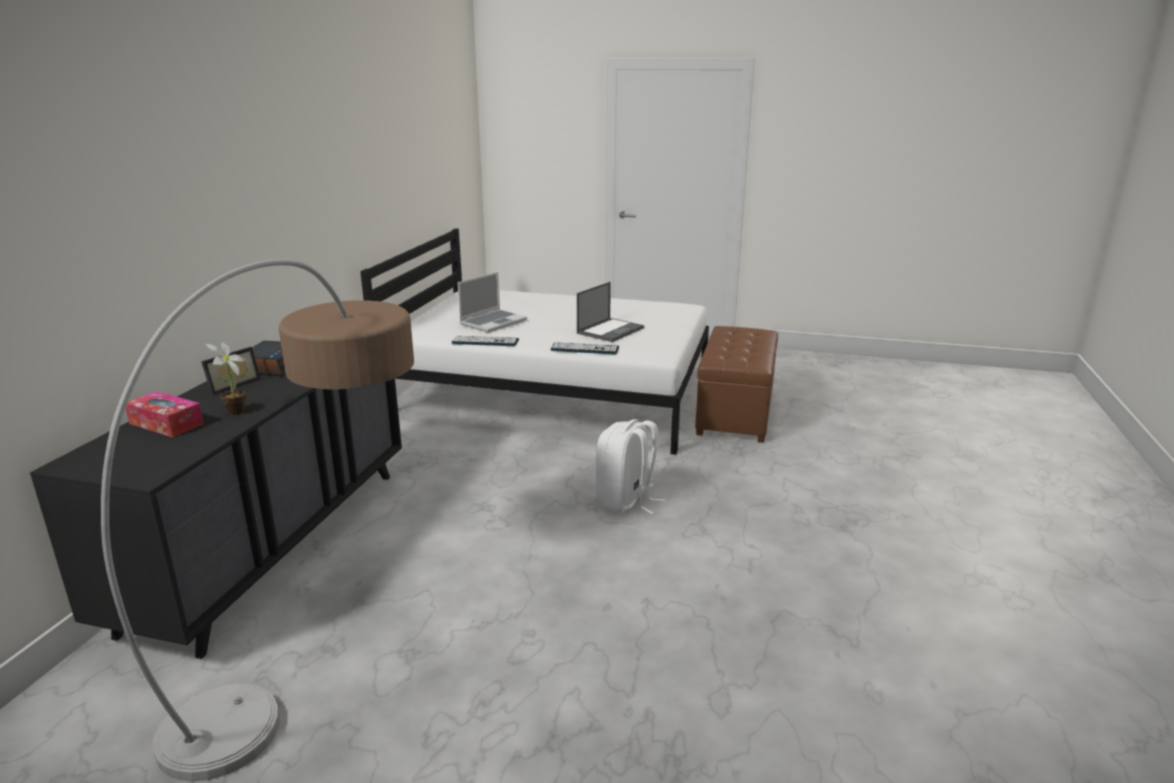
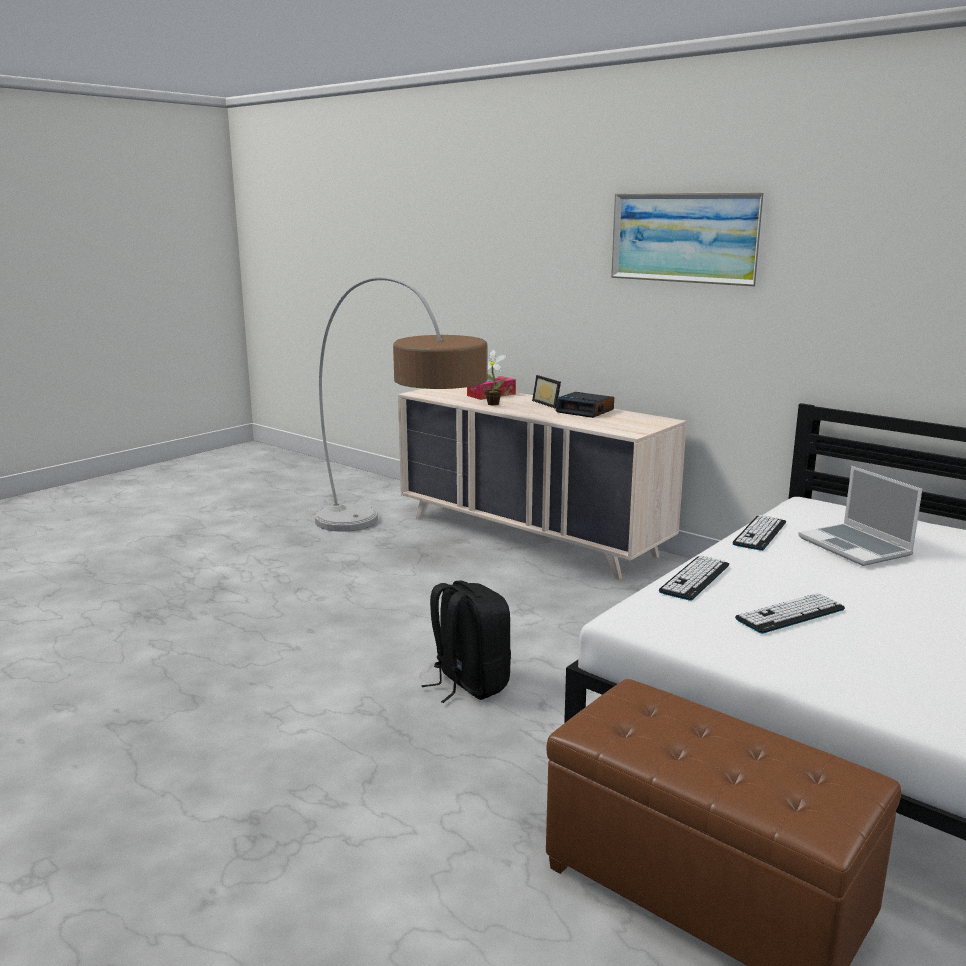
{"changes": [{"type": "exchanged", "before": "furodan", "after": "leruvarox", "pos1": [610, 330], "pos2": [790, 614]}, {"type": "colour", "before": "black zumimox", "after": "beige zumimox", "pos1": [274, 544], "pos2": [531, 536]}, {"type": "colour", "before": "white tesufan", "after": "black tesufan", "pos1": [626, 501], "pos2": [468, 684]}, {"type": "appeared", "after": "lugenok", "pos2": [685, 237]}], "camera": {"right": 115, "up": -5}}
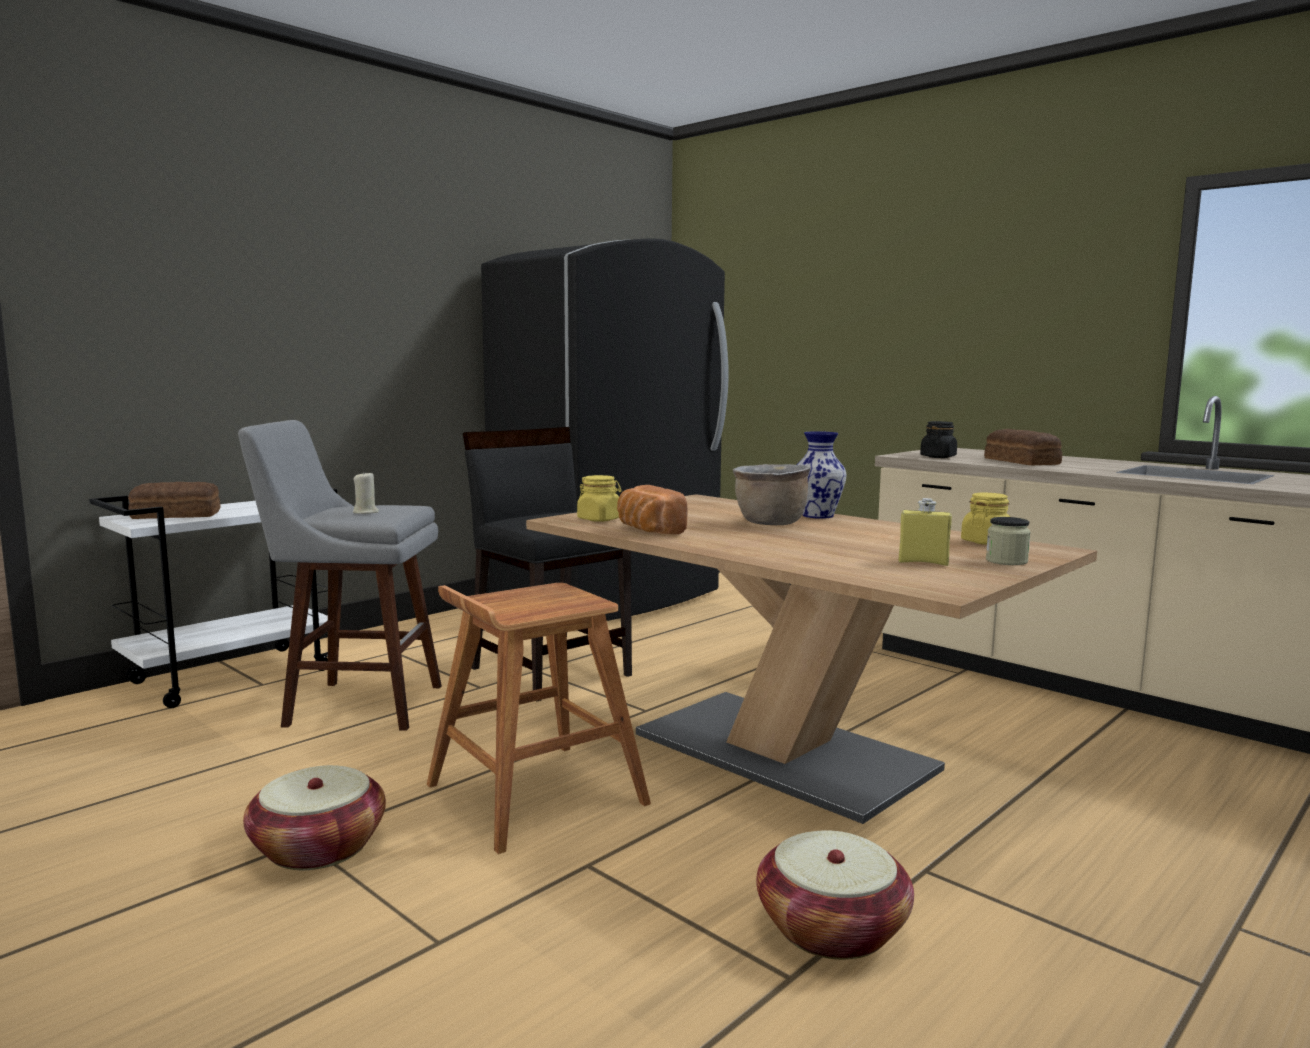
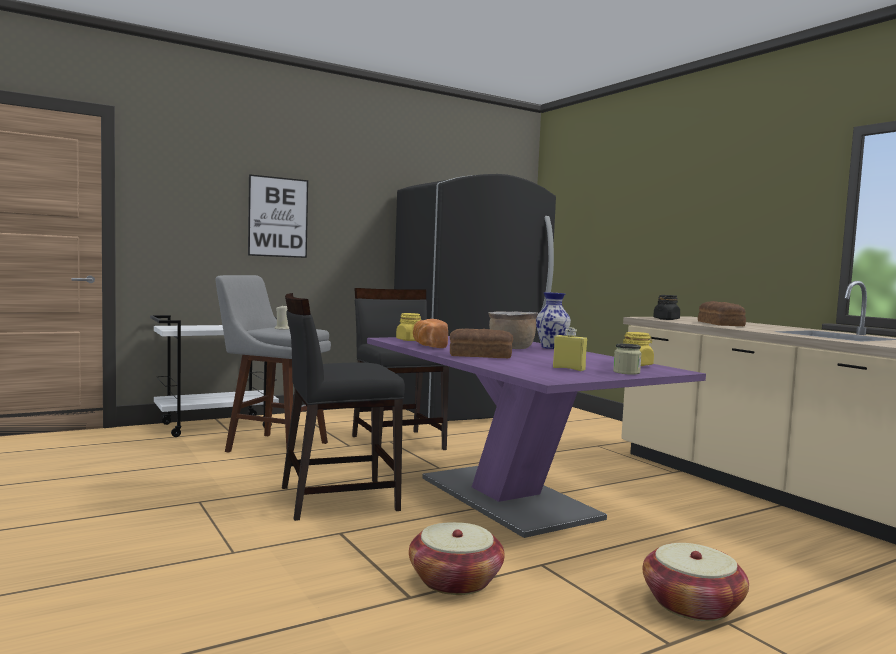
{"changes": [{"type": "relocated", "before": "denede", "pos1": [177, 515], "pos2": [481, 356]}, {"type": "colour", "before": "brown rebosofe", "after": "purple rebosofe", "pos1": [783, 751], "pos2": [507, 497]}, {"type": "exchanged", "before": "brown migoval", "after": "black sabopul", "pos1": [533, 794], "pos2": [337, 498]}, {"type": "relocated", "before": "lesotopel", "pos1": [318, 848], "pos2": [692, 605]}, {"type": "appeared", "after": "lugenok", "pos2": [278, 217]}], "camera": {"right": 15, "up": -5}}
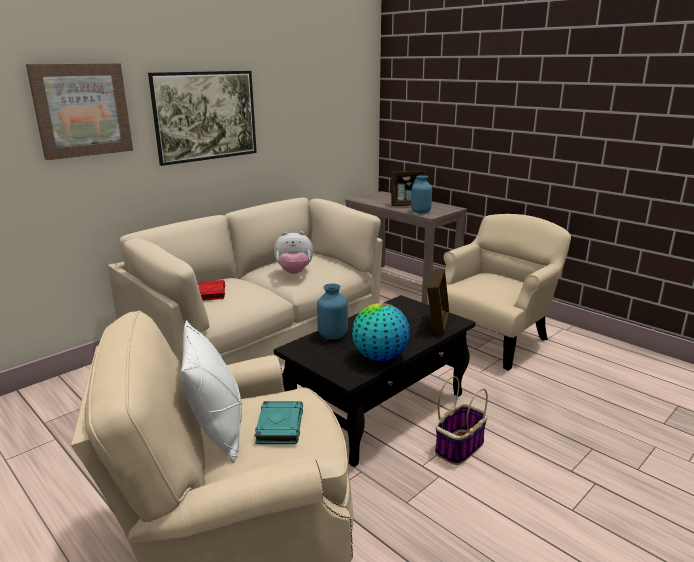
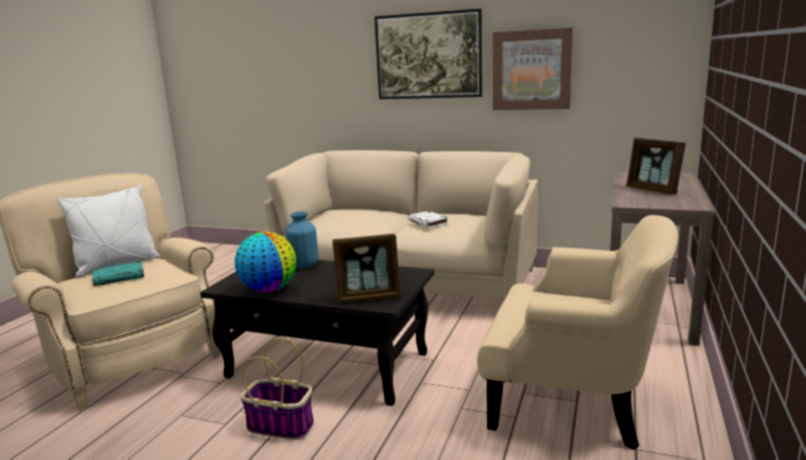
{"changes": [{"type": "relocated", "before": "lugenok", "pos1": [82, 110], "pos2": [531, 70]}, {"type": "missing", "before": "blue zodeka", "pos1": [420, 212]}, {"type": "exchanged", "before": "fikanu", "after": "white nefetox", "pos1": [294, 273], "pos2": [428, 222]}, {"type": "missing", "before": "red nefetox", "pos1": [211, 293]}], "camera": {"right": 65, "up": -5}}
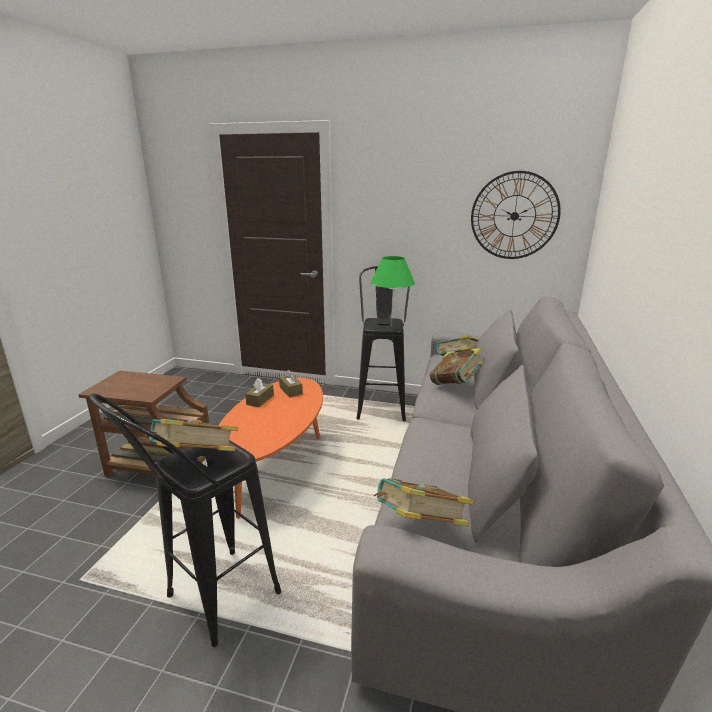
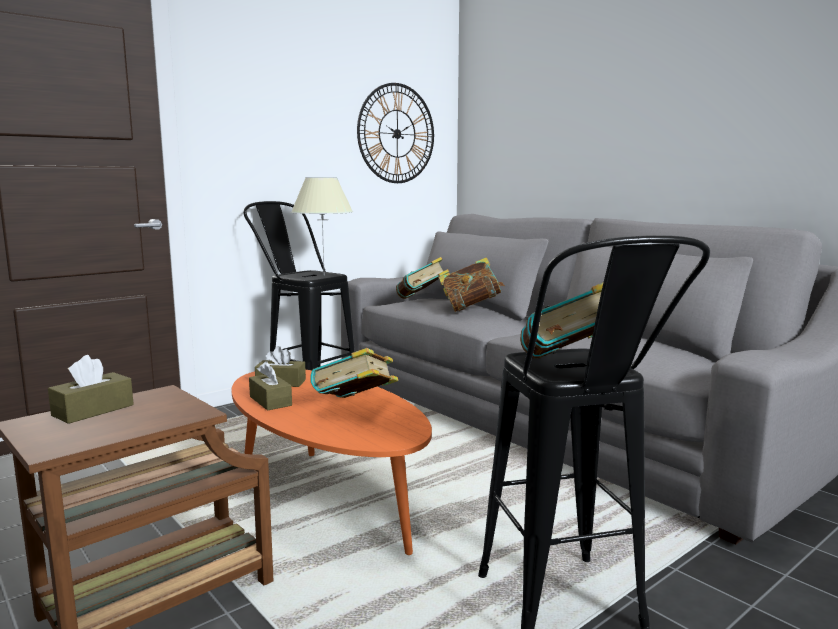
{"changes": [{"type": "colour", "before": "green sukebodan", "after": "beige sukebodan", "pos1": [391, 326], "pos2": [324, 275]}, {"type": "relocated", "before": "nefetox", "pos1": [419, 527], "pos2": [355, 406]}, {"type": "appeared", "after": "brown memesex", "pos2": [93, 410]}], "camera": {"right": -55, "up": -10}}
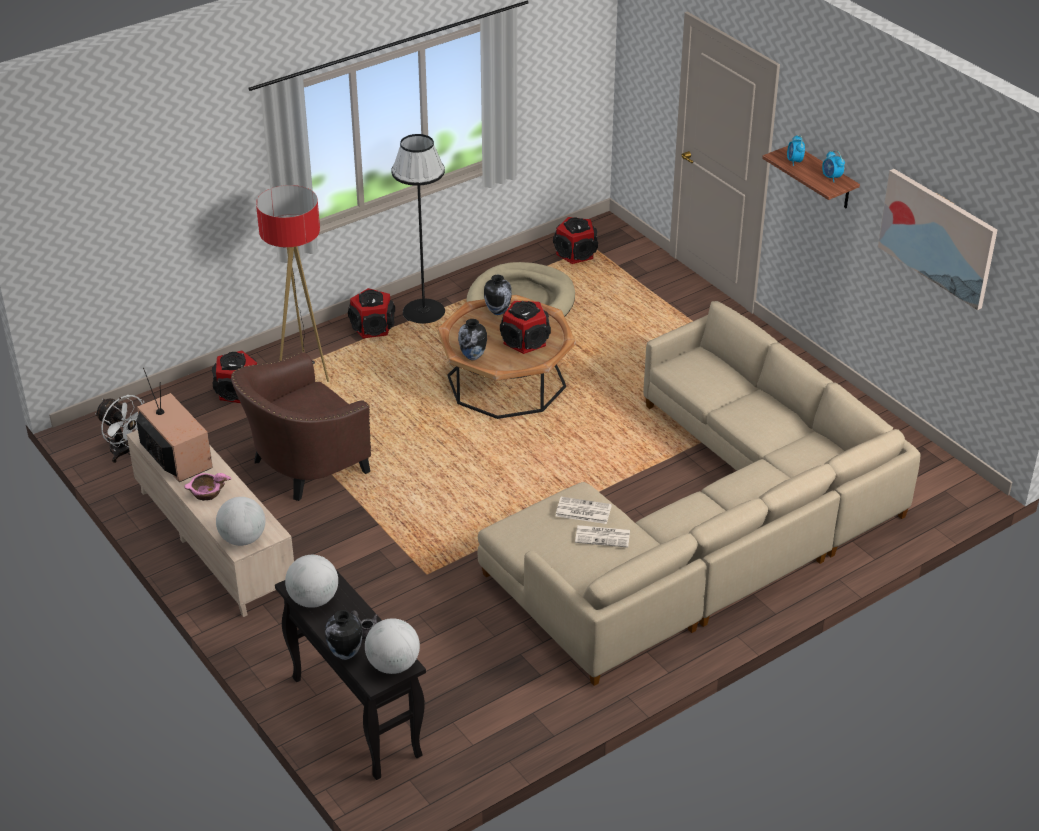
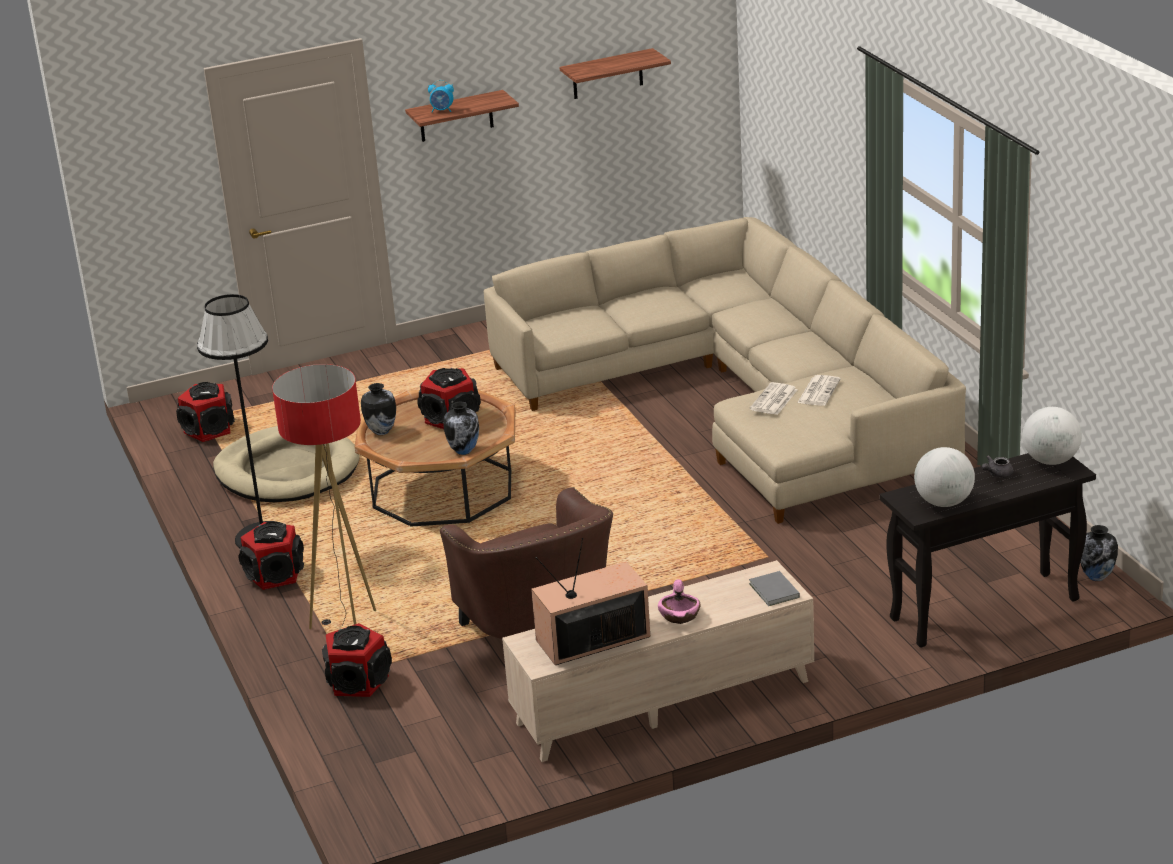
{"changes": [{"type": "missing", "before": "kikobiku", "pos1": [831, 177]}, {"type": "exchanged", "before": "lugenok", "after": "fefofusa", "pos1": [938, 237], "pos2": [607, 74]}, {"type": "missing", "before": "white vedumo", "pos1": [125, 452]}, {"type": "exchanged", "before": "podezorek", "after": "grey nefetox", "pos1": [242, 539], "pos2": [774, 591]}, {"type": "relocated", "before": "zodeka", "pos1": [345, 654], "pos2": [1097, 577]}], "camera": {"right": -75, "up": -10}}
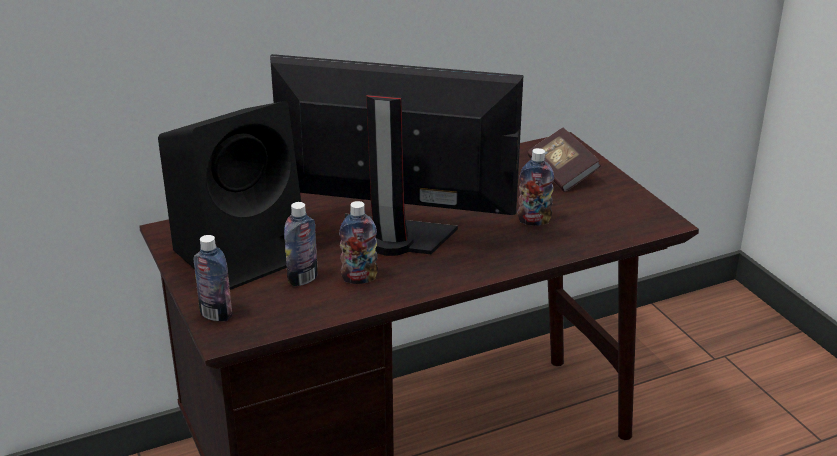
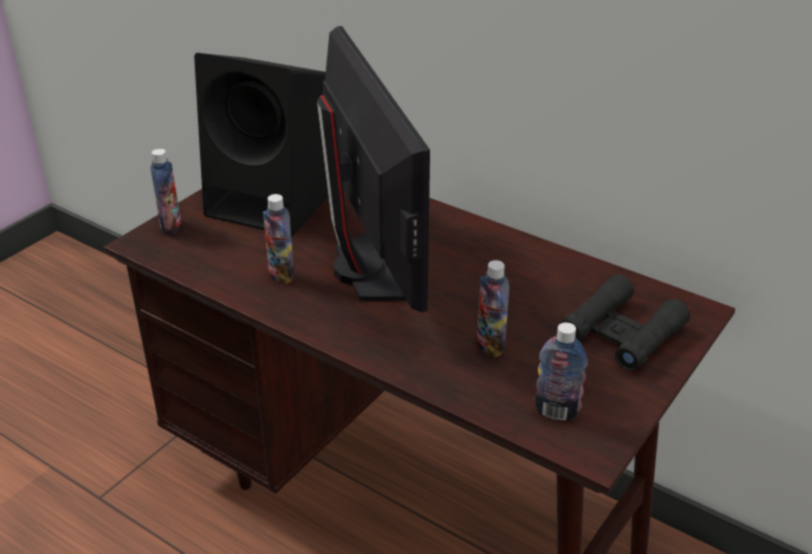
{"changes": [{"type": "exchanged", "before": "nefetox", "after": "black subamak", "pos1": [562, 173], "pos2": [621, 332]}, {"type": "relocated", "before": "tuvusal", "pos1": [302, 279], "pos2": [556, 411]}], "camera": {"right": 60, "up": 5}}
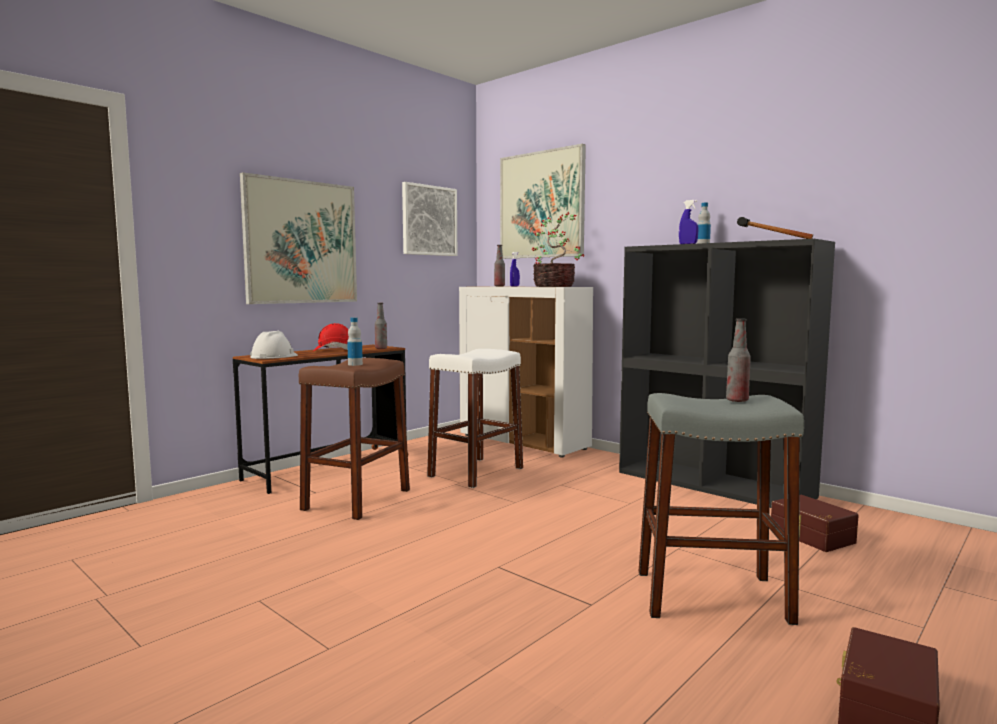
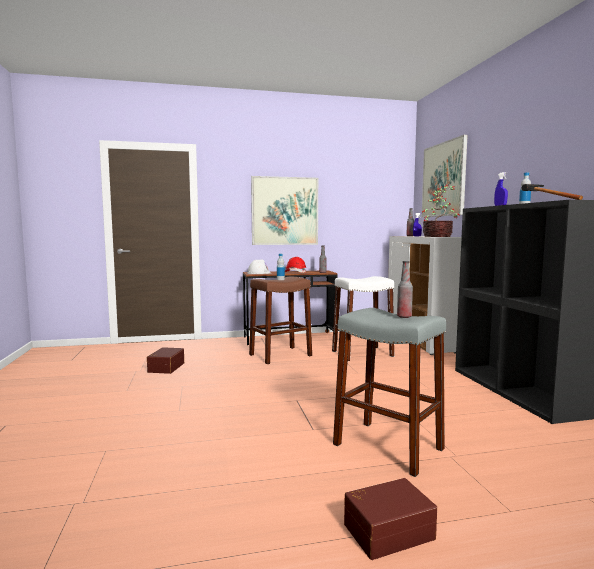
{"changes": [{"type": "missing", "before": "lugenok", "pos1": [429, 220]}, {"type": "relocated", "before": "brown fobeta", "pos1": [811, 536], "pos2": [165, 367]}], "camera": {"right": 35, "up": 0}}
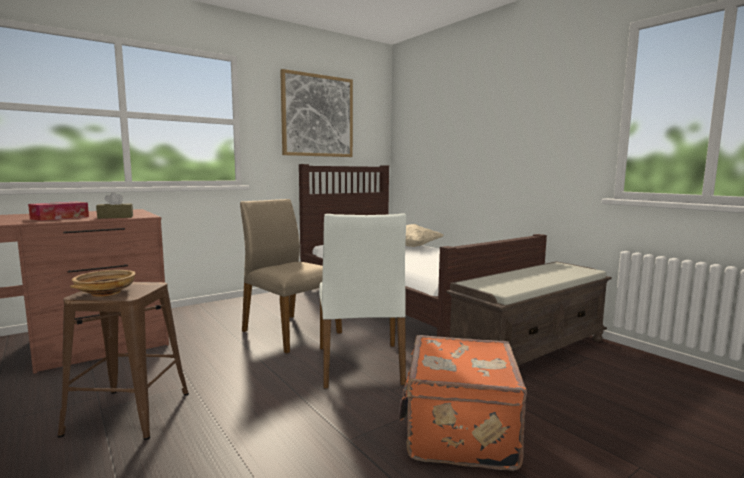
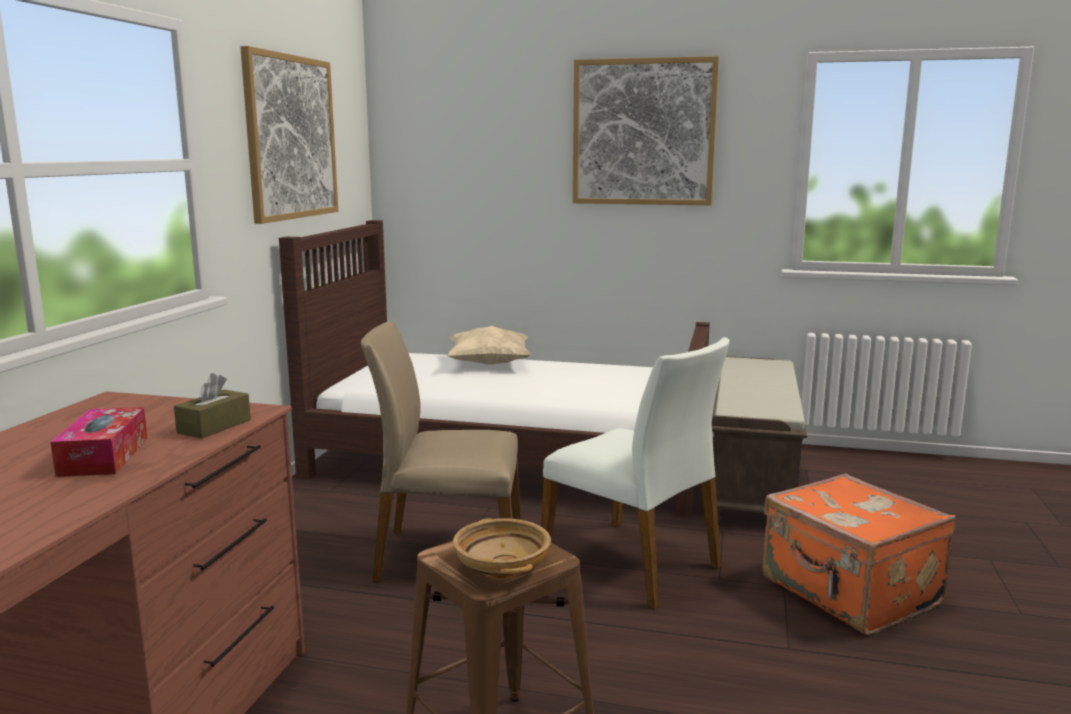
{"changes": [{"type": "appeared", "after": "lugenok", "pos2": [643, 132]}], "camera": {"right": -40, "up": 5}}
